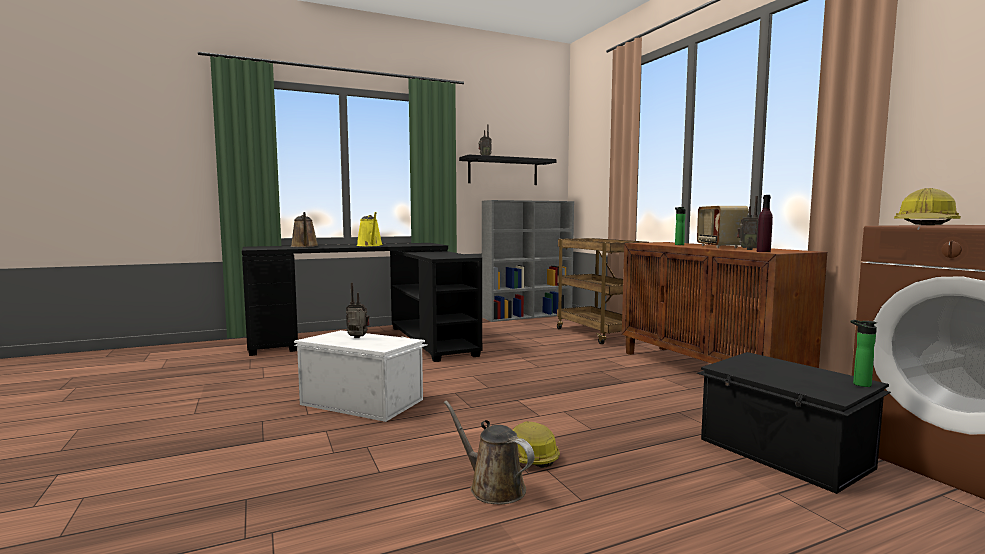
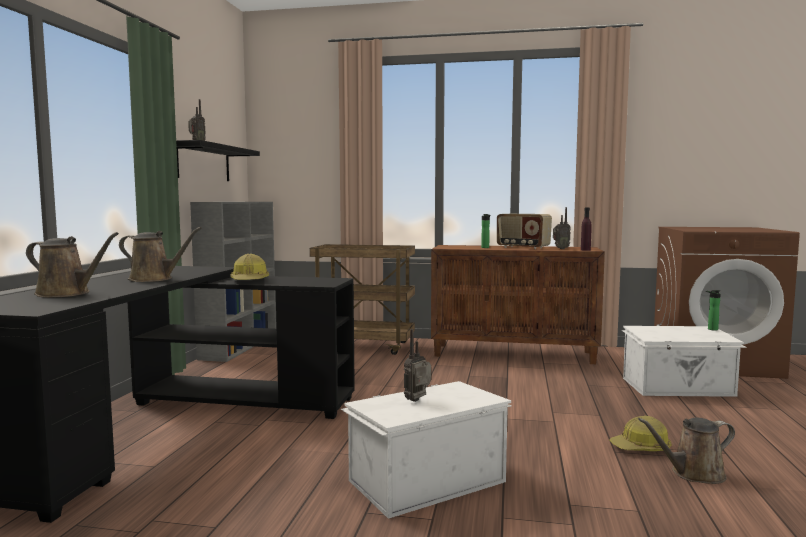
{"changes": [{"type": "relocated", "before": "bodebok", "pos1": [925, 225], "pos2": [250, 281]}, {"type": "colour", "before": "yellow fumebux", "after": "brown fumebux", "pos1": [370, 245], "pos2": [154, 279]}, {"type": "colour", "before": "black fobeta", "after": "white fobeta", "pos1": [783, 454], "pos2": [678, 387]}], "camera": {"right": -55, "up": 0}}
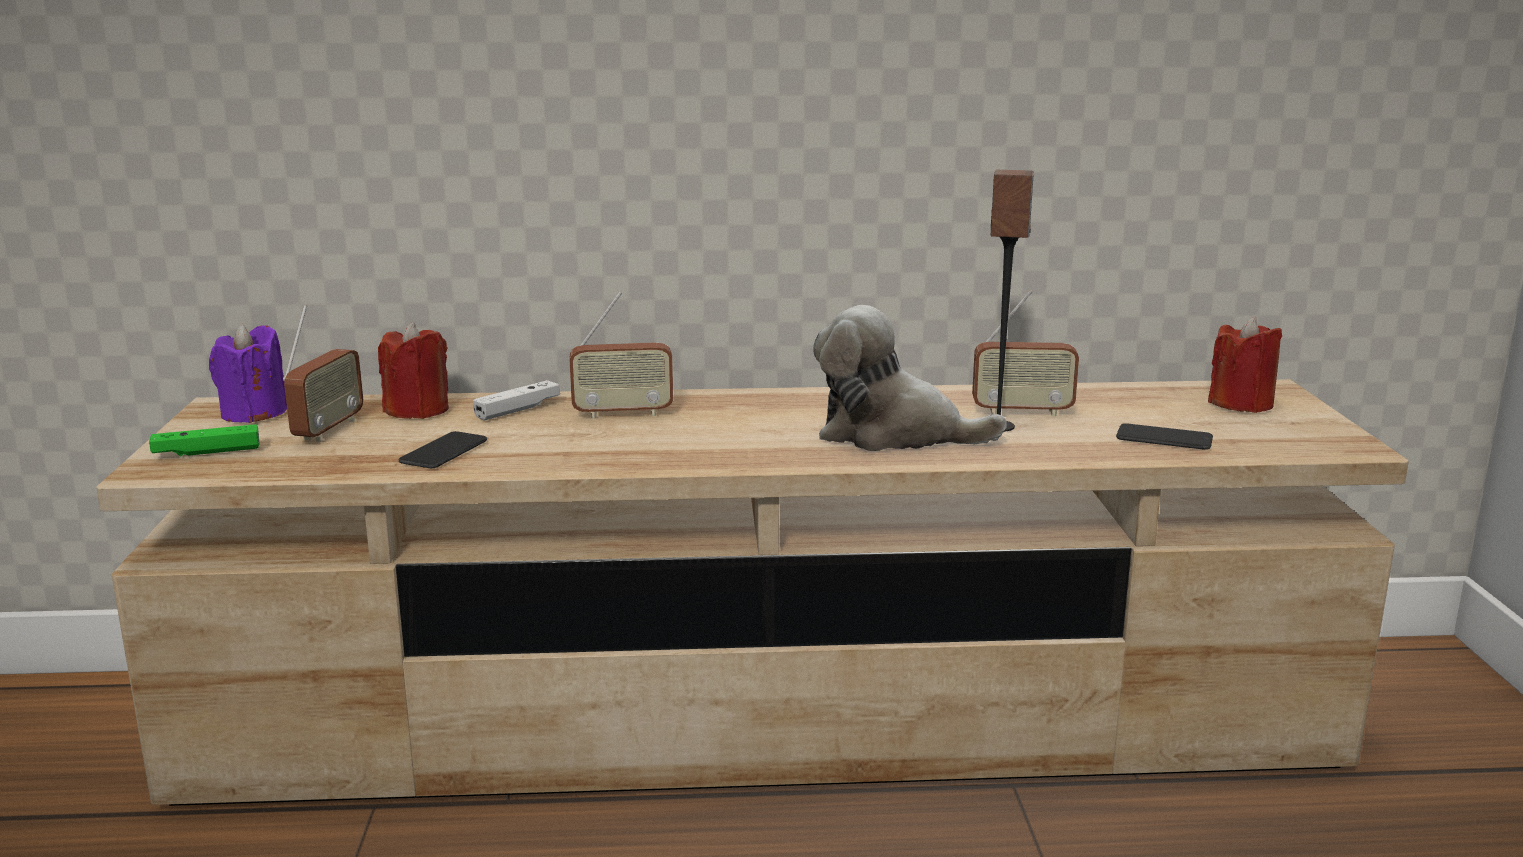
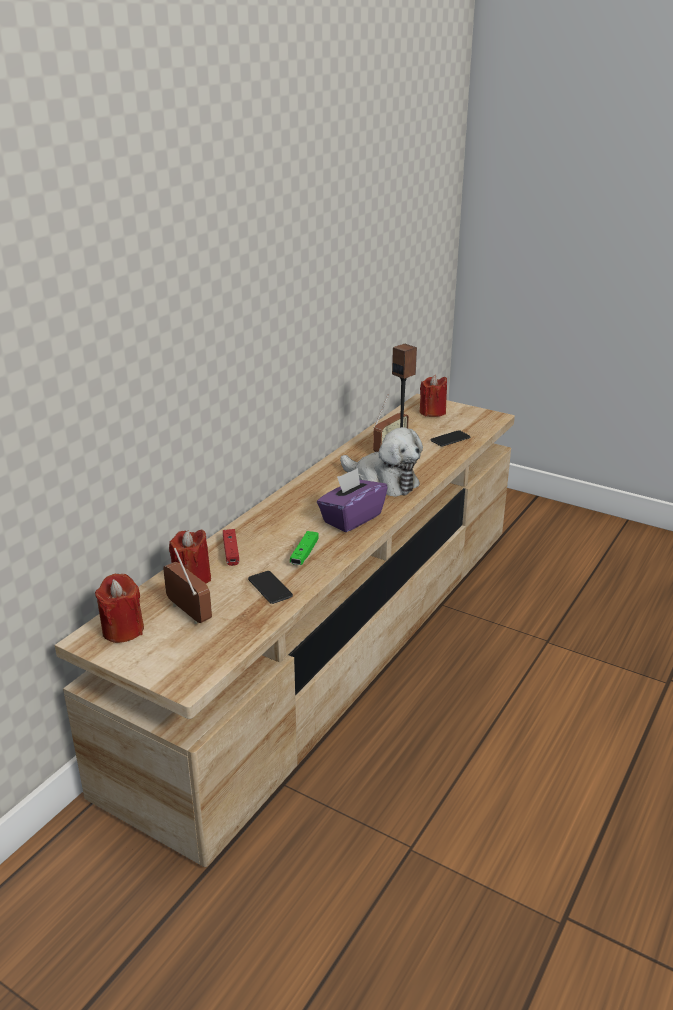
{"changes": [{"type": "missing", "before": "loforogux", "pos1": [622, 413]}, {"type": "spun", "before": "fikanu", "pos1": [893, 434], "pos2": [383, 482], "turn": -105}, {"type": "colour", "before": "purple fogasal", "after": "red fogasal", "pos1": [254, 413], "pos2": [123, 630]}, {"type": "colour", "before": "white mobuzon", "after": "red mobuzon", "pos1": [518, 410], "pos2": [231, 552]}, {"type": "relocated", "before": "green mobuzon", "pos1": [207, 452], "pos2": [304, 554]}, {"type": "appeared", "after": "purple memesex", "pos2": [351, 518]}], "camera": {"right": -55, "up": 10}}
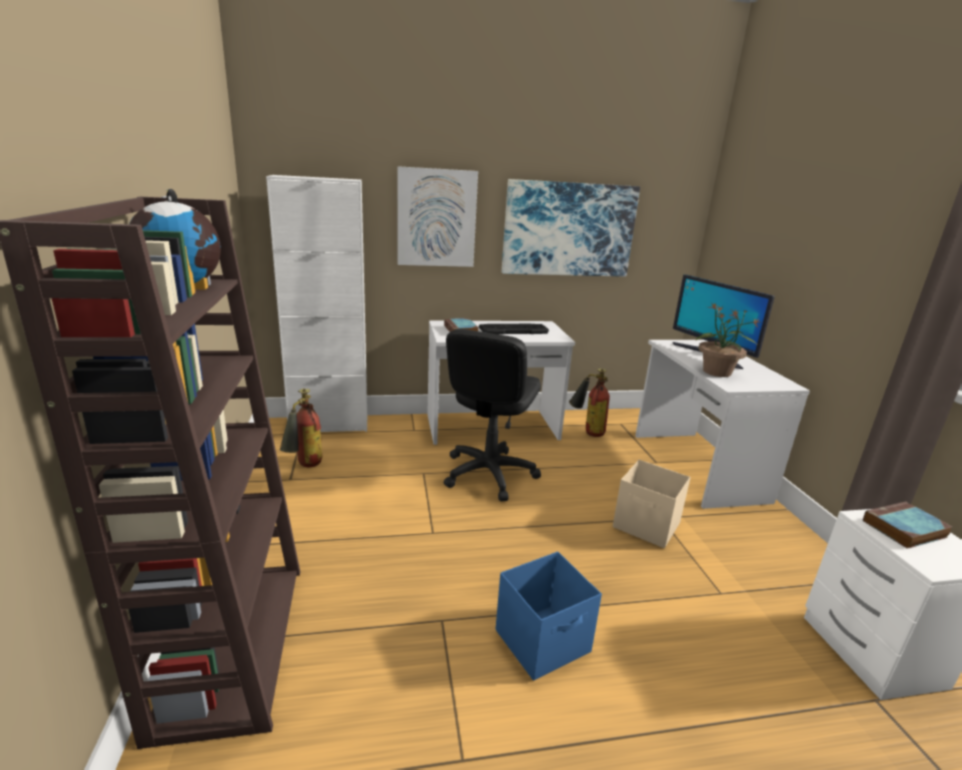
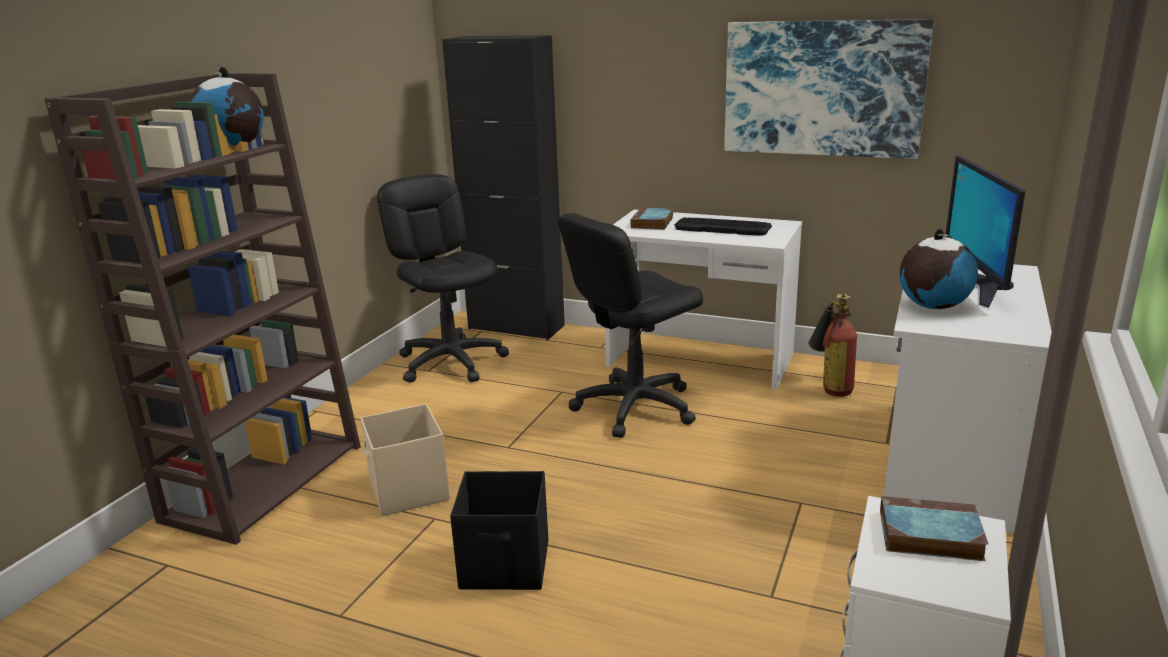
{"changes": [{"type": "missing", "before": "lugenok", "pos1": [436, 218]}, {"type": "colour", "before": "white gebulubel", "after": "black gebulubel", "pos1": [329, 425], "pos2": [516, 327]}, {"type": "exchanged", "before": "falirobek", "after": "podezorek", "pos1": [717, 372], "pos2": [932, 306]}, {"type": "exchanged", "before": "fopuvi", "after": "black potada", "pos1": [304, 467], "pos2": [451, 362]}, {"type": "relocated", "before": "beige fobeta", "pos1": [647, 526], "pos2": [408, 491]}, {"type": "colour", "before": "blue fobeta", "after": "black fobeta", "pos1": [543, 641], "pos2": [506, 565]}], "camera": {"right": 35, "up": 0}}
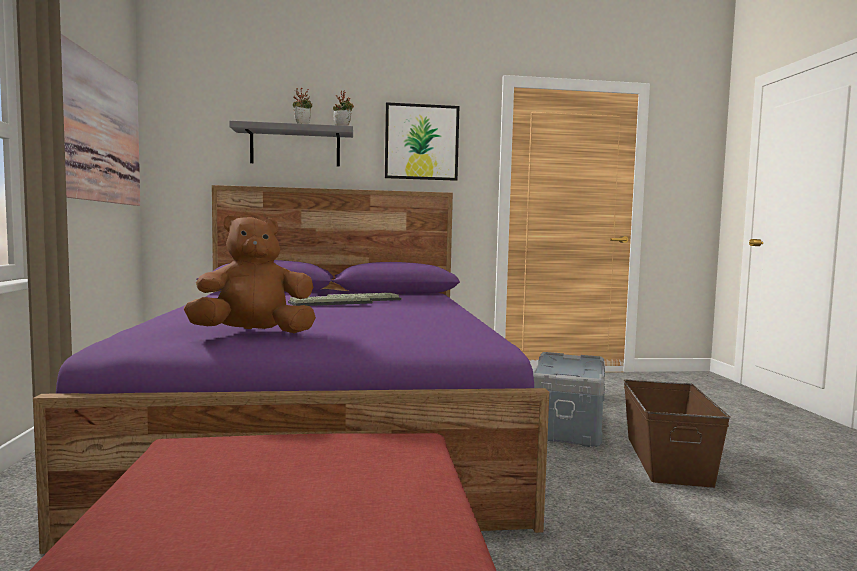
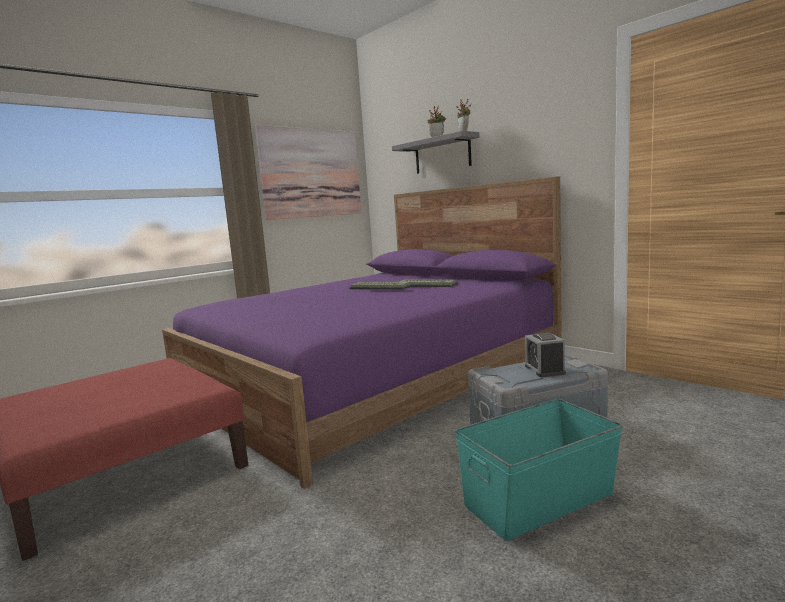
{"changes": [{"type": "missing", "before": "lugenok", "pos1": [421, 142]}, {"type": "missing", "before": "brown fikanu", "pos1": [254, 334]}, {"type": "colour", "before": "brown fobeta", "after": "turquoise fobeta", "pos1": [668, 459], "pos2": [540, 499]}, {"type": "appeared", "after": "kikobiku", "pos2": [544, 370]}], "camera": {"right": 55, "up": 5}}
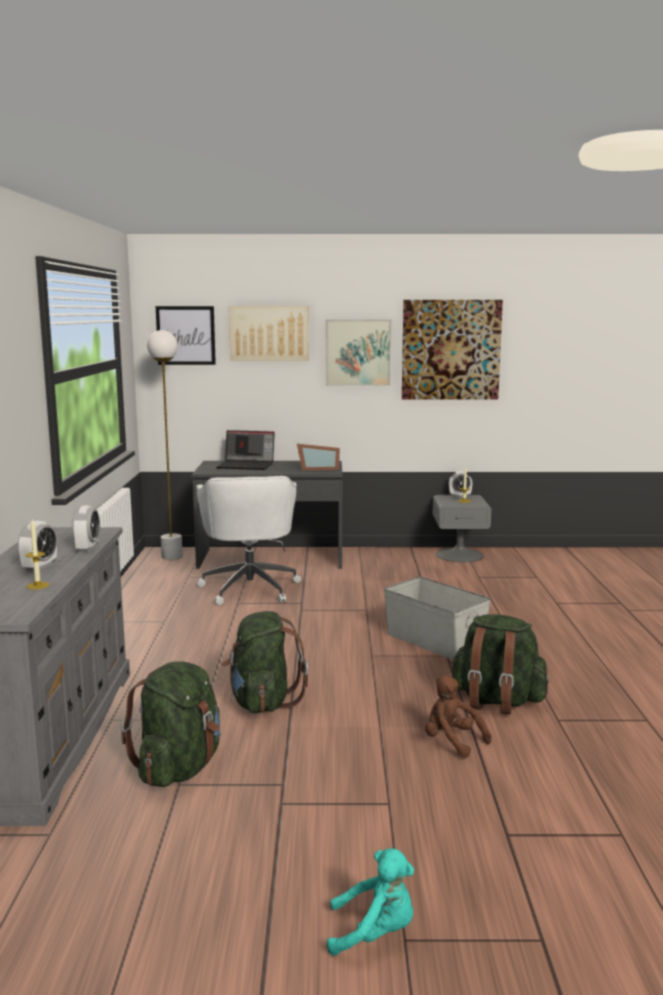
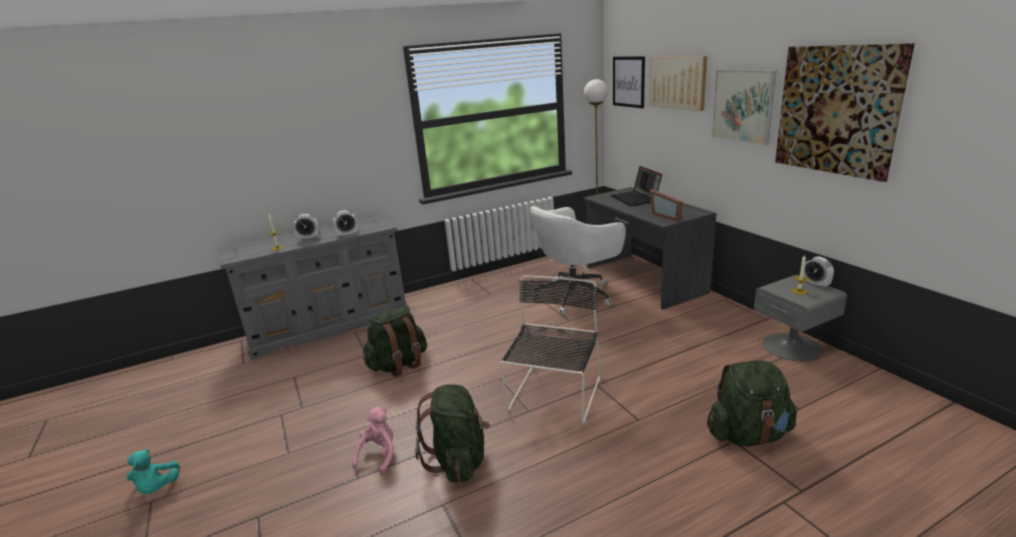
{"changes": [{"type": "exchanged", "before": "grey fobeta", "after": "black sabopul", "pos1": [434, 641], "pos2": [553, 396]}, {"type": "relocated", "before": "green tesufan", "pos1": [179, 768], "pos2": [748, 435]}, {"type": "colour", "before": "brown fikanu", "after": "pink fikanu", "pos1": [452, 741], "pos2": [379, 456]}], "camera": {"right": 65, "up": 10}}
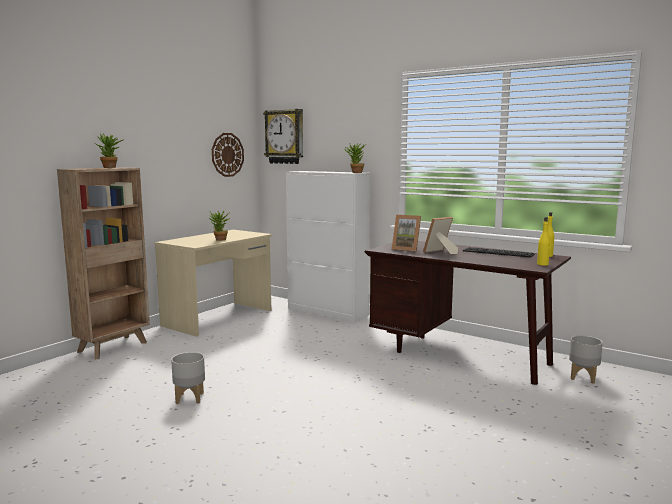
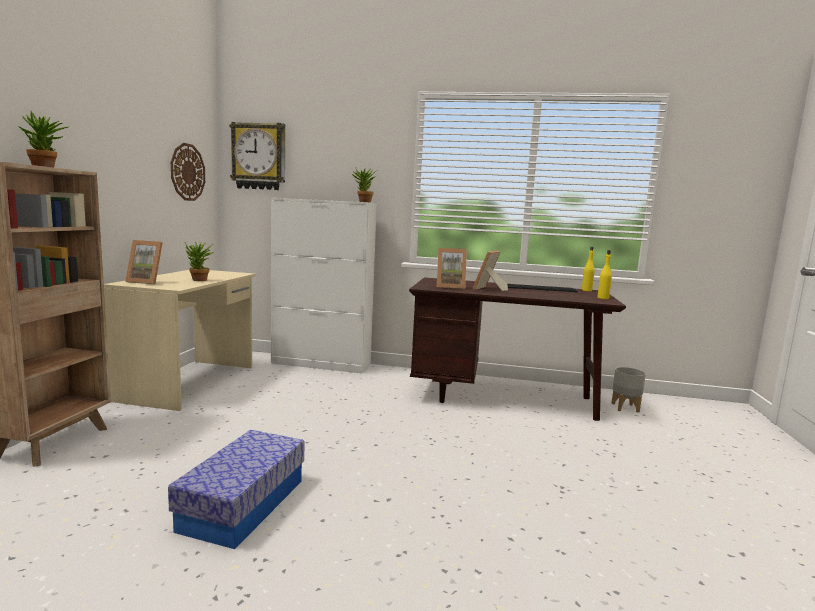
{"changes": [{"type": "exchanged", "before": "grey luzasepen", "after": "fobeta", "pos1": [190, 398], "pos2": [243, 504]}, {"type": "appeared", "after": "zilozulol", "pos2": [147, 282]}], "camera": {"right": -25, "up": 0}}
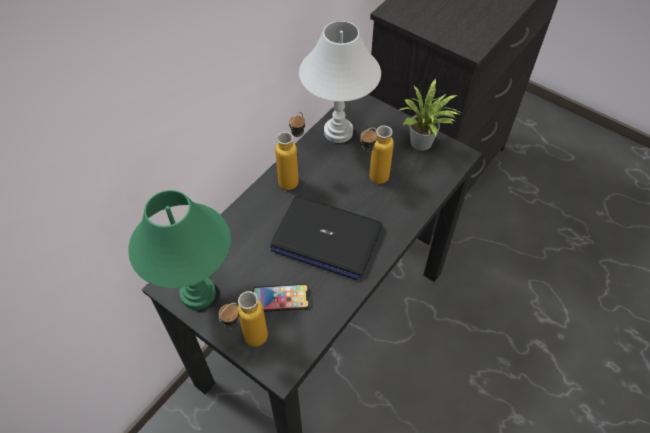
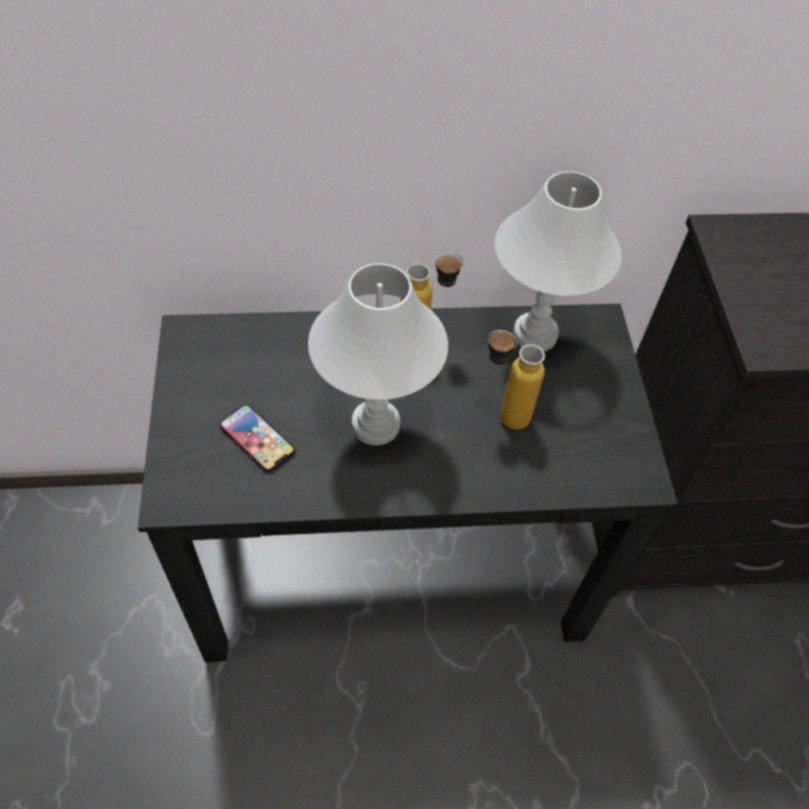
{"changes": [{"type": "missing", "before": "falirobek", "pos1": [423, 144]}, {"type": "missing", "before": "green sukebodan", "pos1": [199, 293]}, {"type": "exchanged", "before": "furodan", "after": "white sukebodan", "pos1": [326, 238], "pos2": [375, 425]}, {"type": "missing", "before": "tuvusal", "pos1": [248, 343]}], "camera": {"right": 45, "up": 0}}
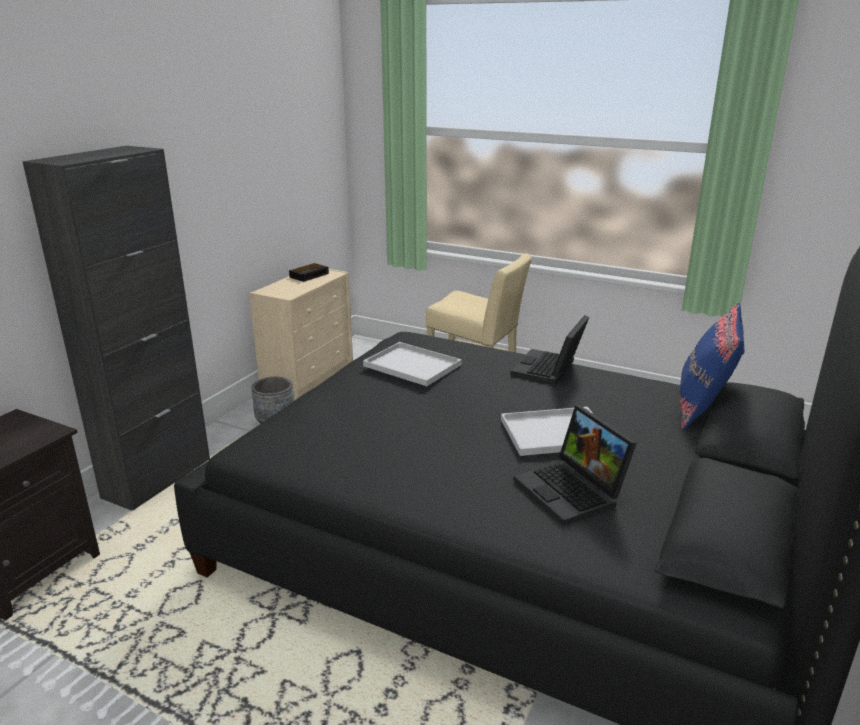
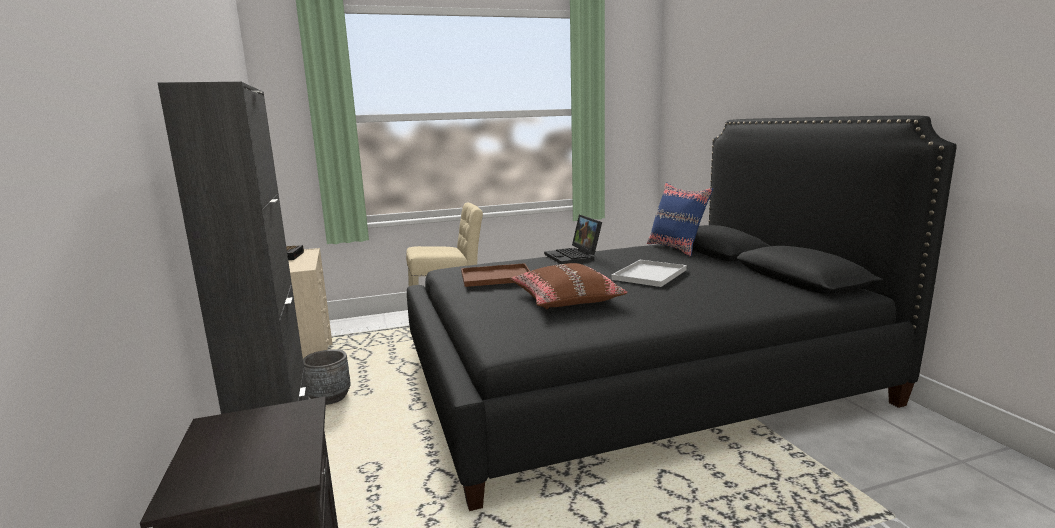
{"changes": [{"type": "colour", "before": "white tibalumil", "after": "brown tibalumil", "pos1": [410, 365], "pos2": [495, 277]}, {"type": "missing", "before": "furodan", "pos1": [573, 492]}, {"type": "appeared", "after": "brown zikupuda", "pos2": [565, 299]}], "camera": {"right": -45, "up": -10}}
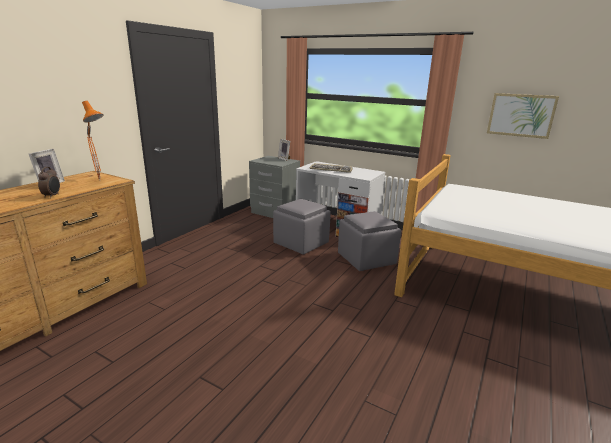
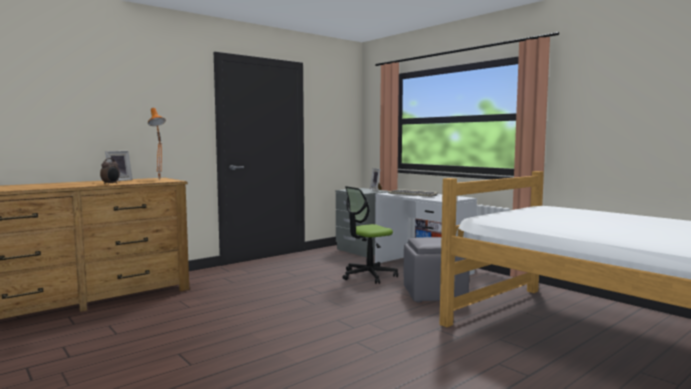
{"changes": [{"type": "missing", "before": "lugenok", "pos1": [521, 115]}, {"type": "exchanged", "before": "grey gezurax", "after": "potada", "pos1": [300, 243], "pos2": [368, 275]}], "camera": {"right": 20, "up": -15}}
